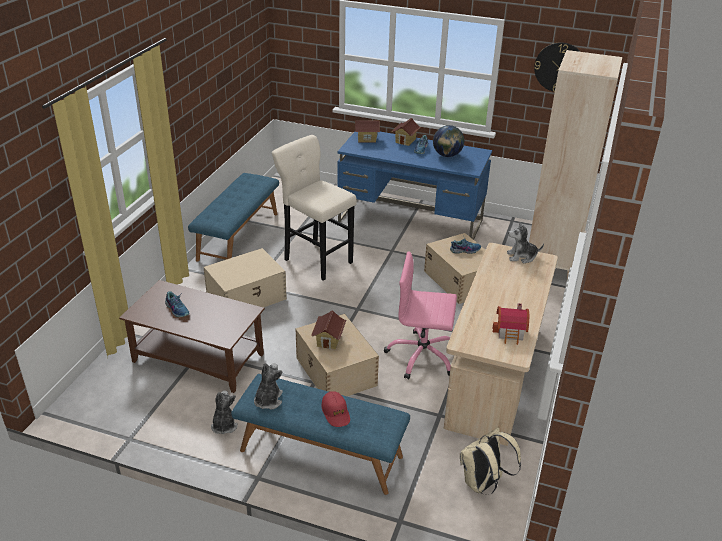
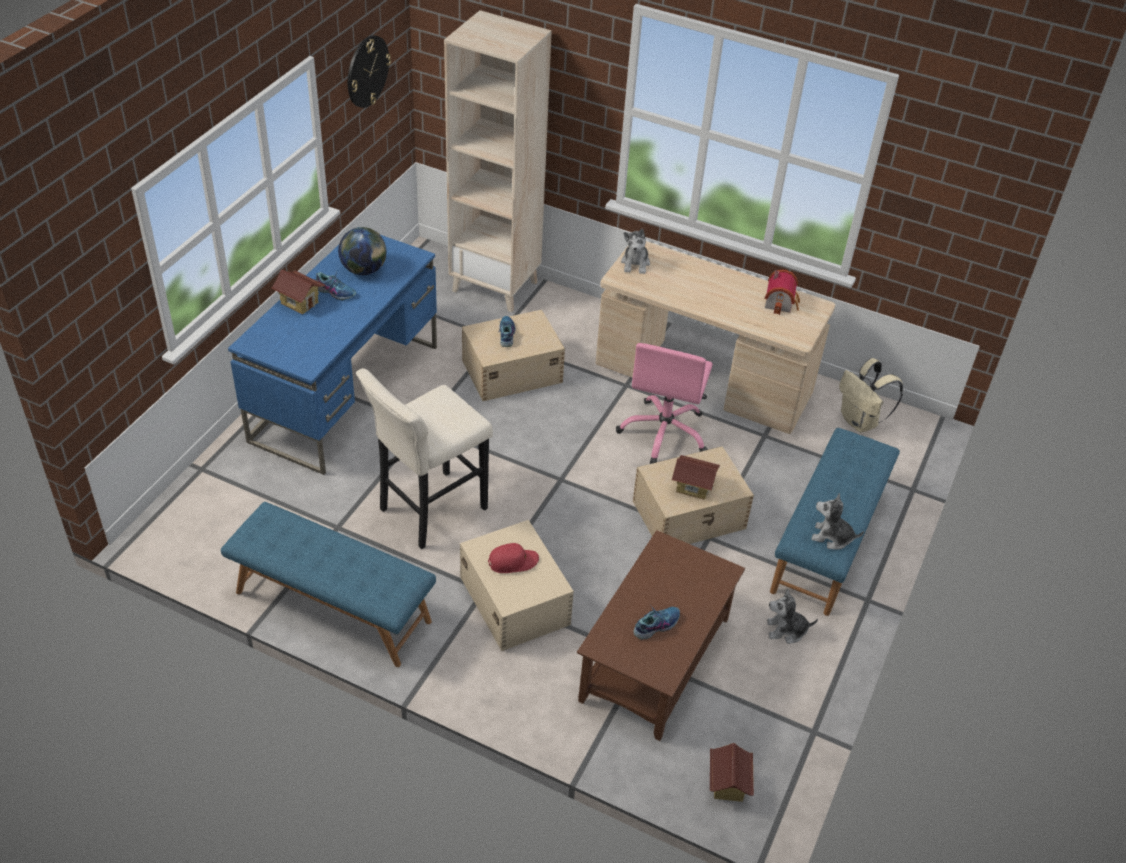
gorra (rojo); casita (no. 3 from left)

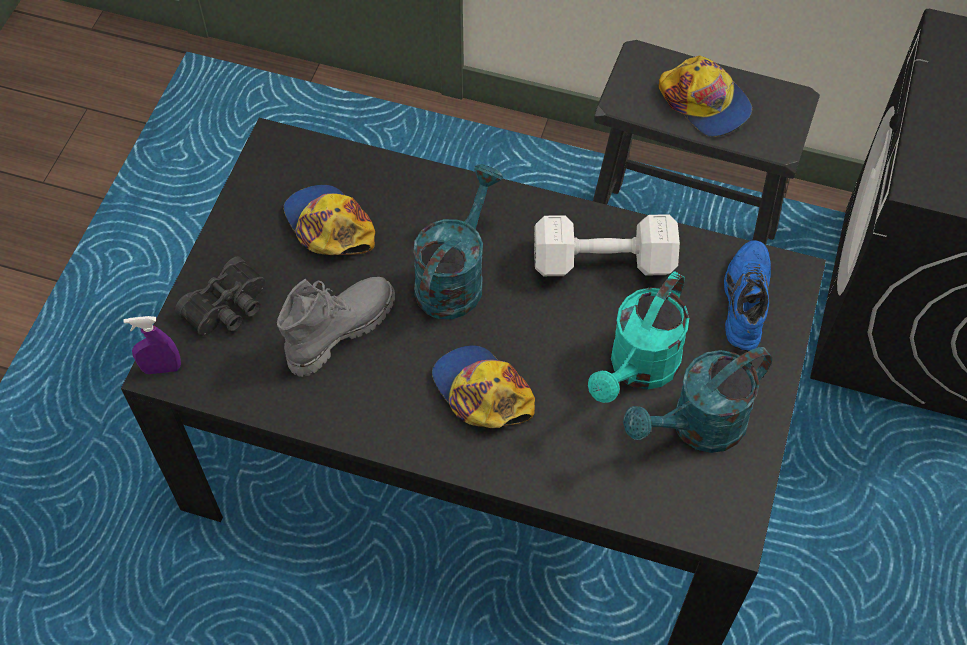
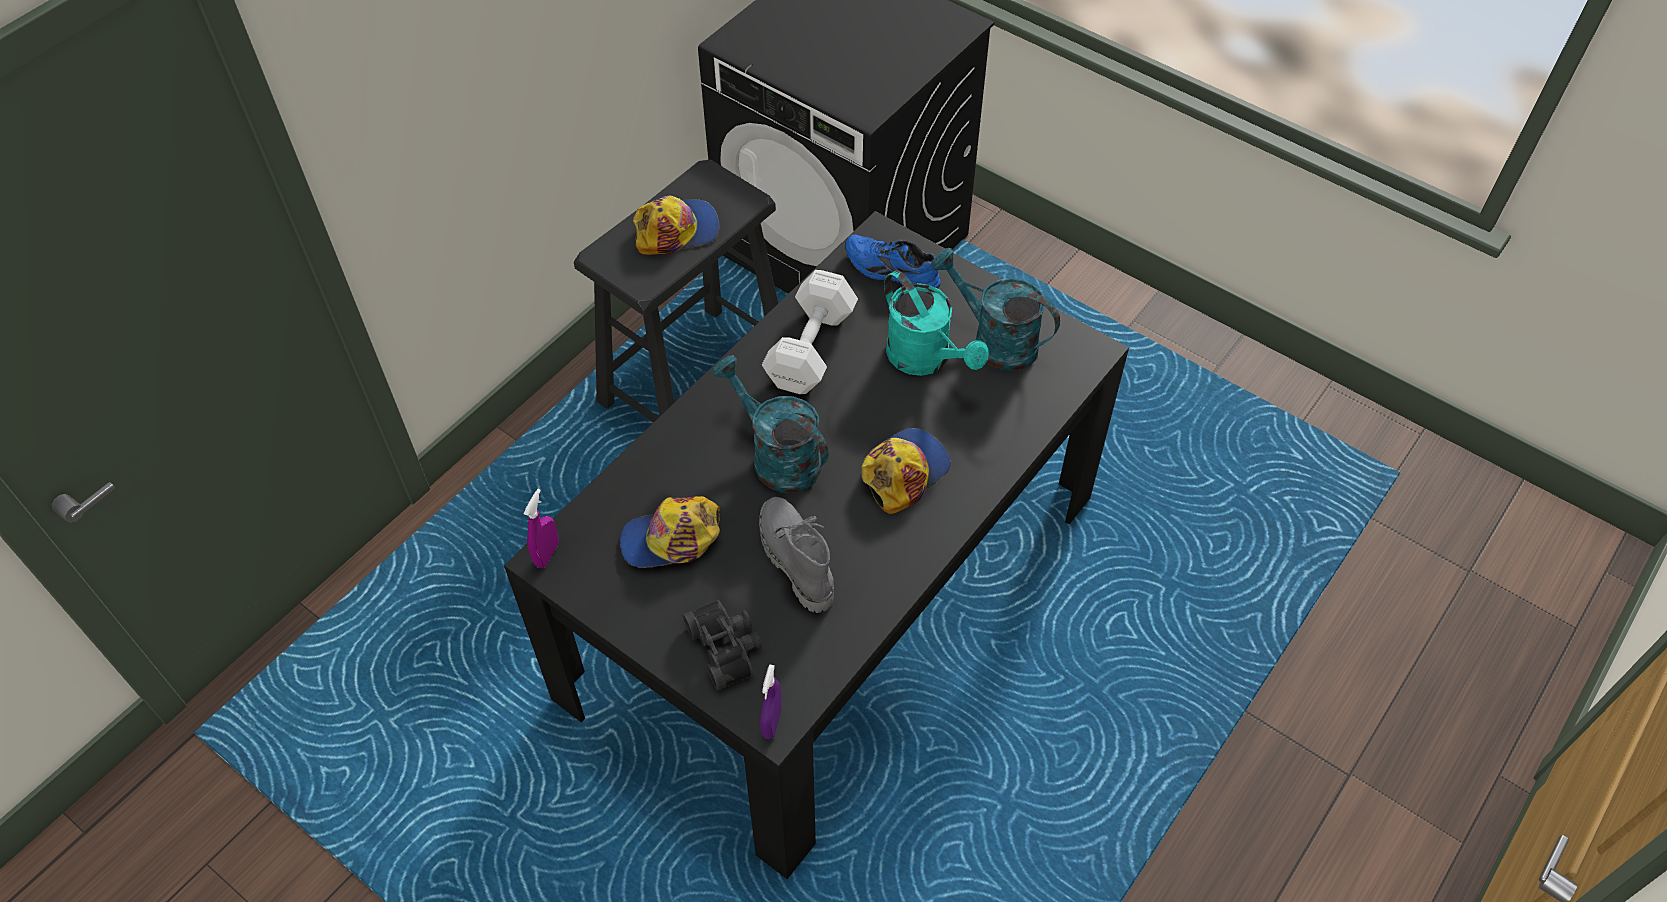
gorra (no. 3 from left); regadera (turquesa) (no. 3 from left); pulverizador (morado) (no. 1 from left)

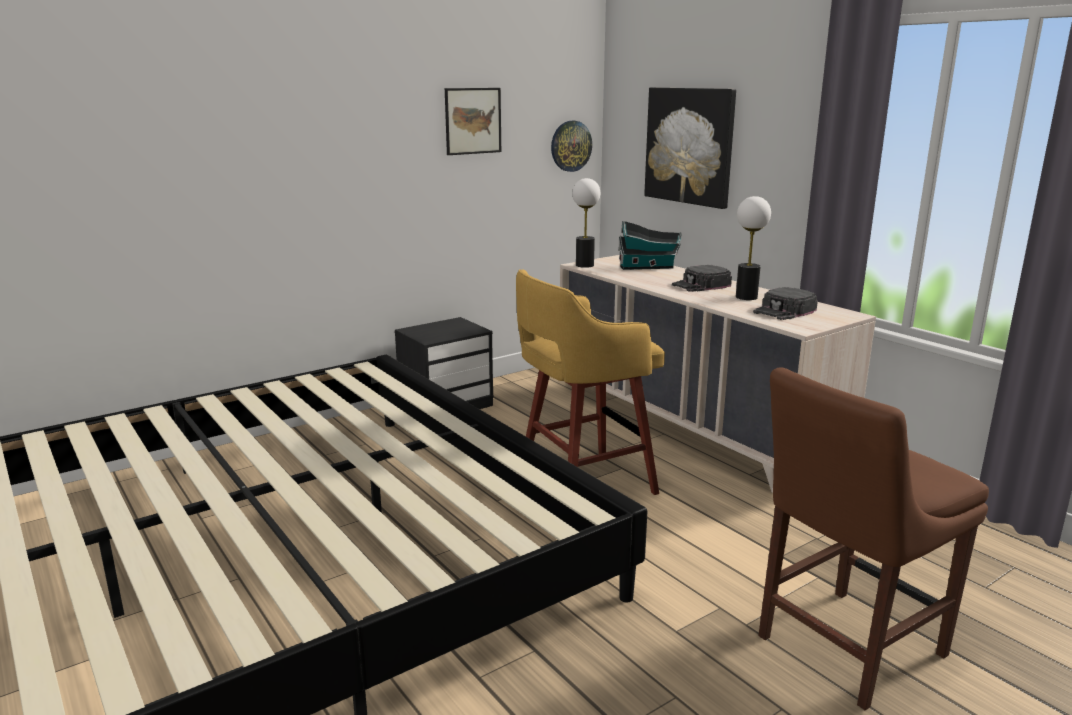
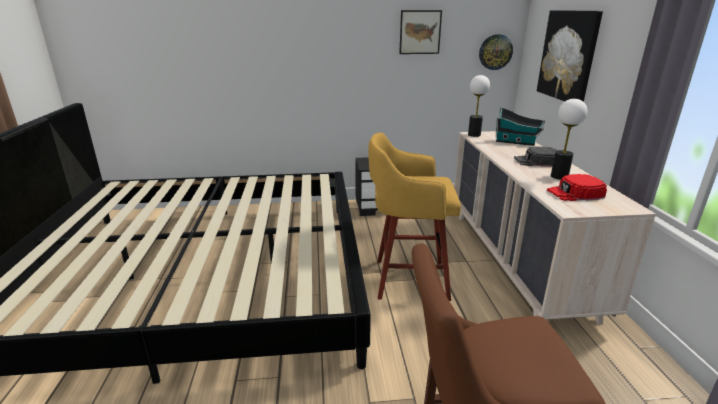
gorra (rojo)

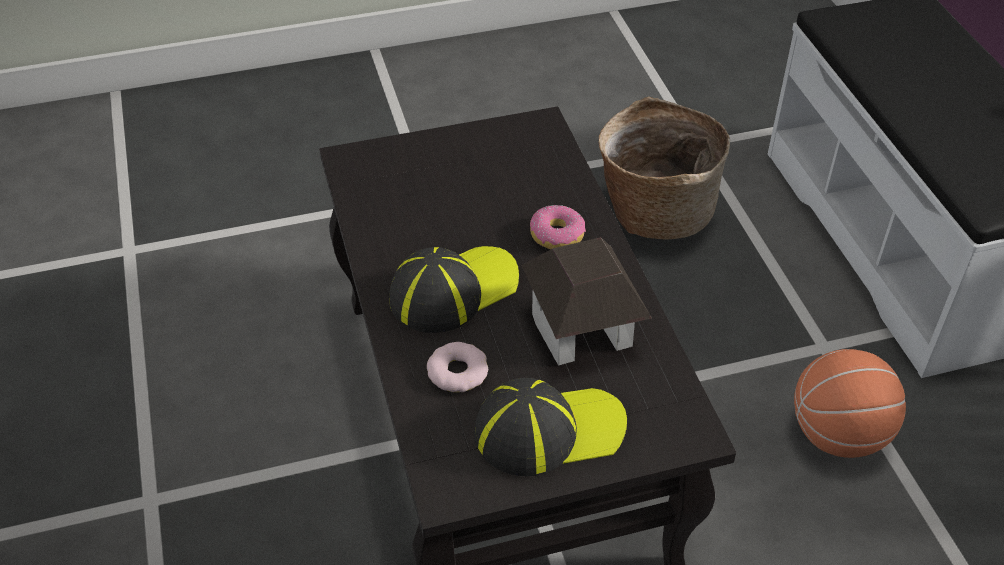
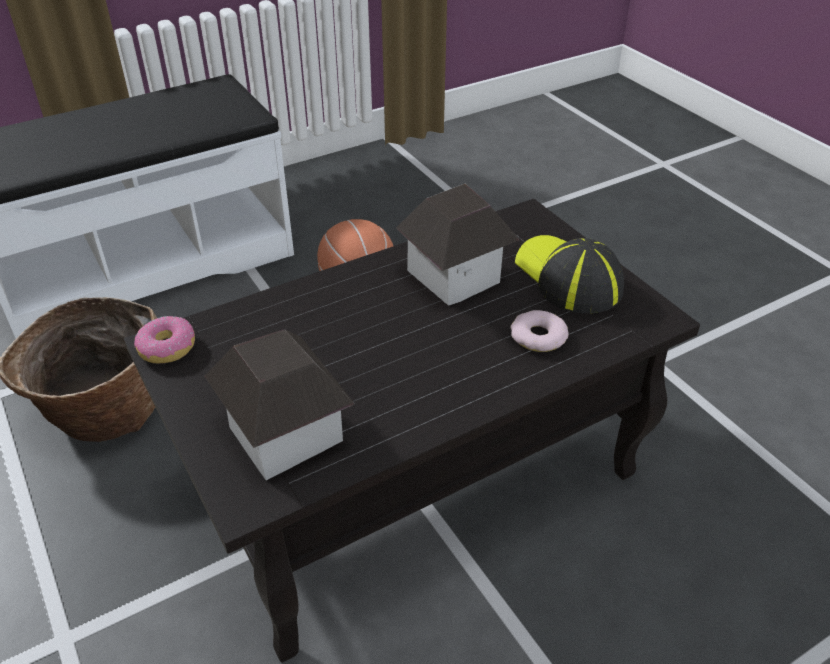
gorra (no. 1 from left in the first image); rosquilla (no. 1 from left); casita (no. 1 from left)

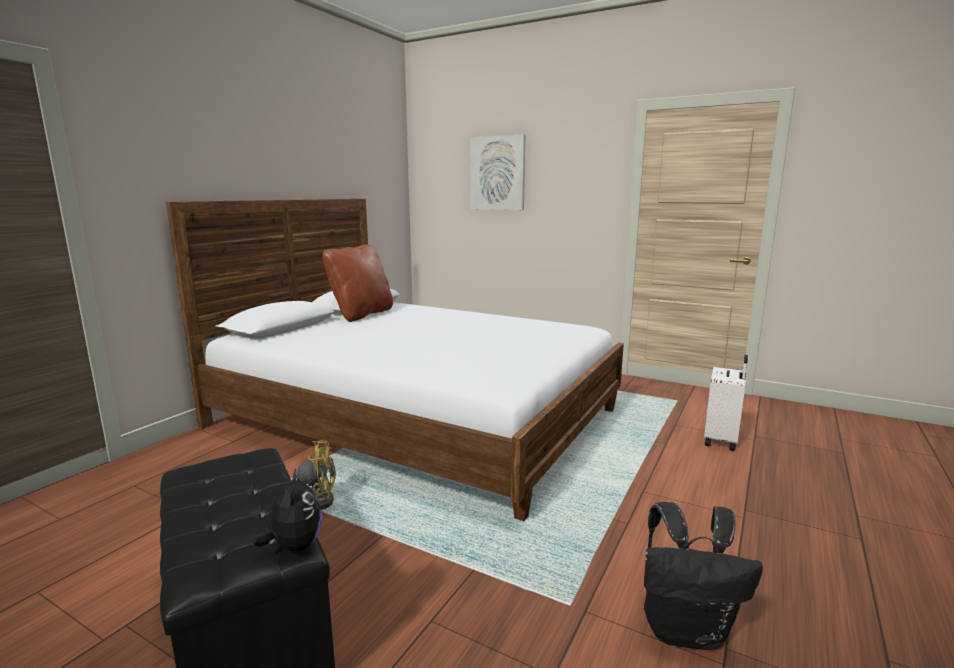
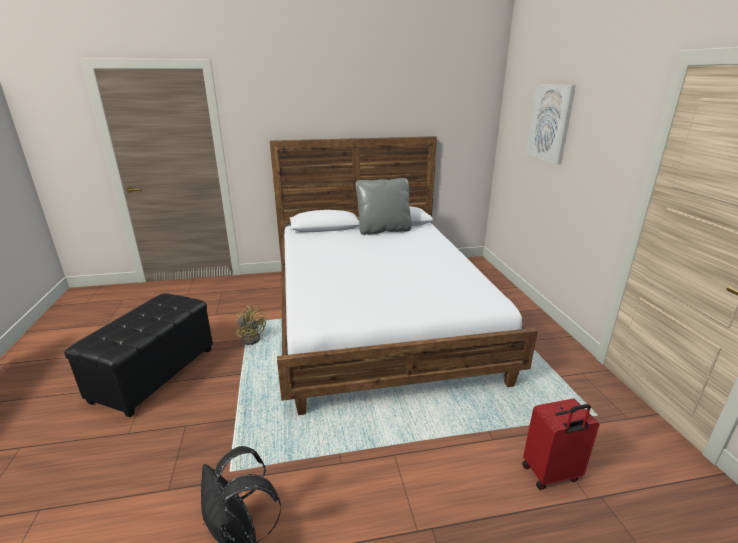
peluche; cojín (gris); maleta (rojo)

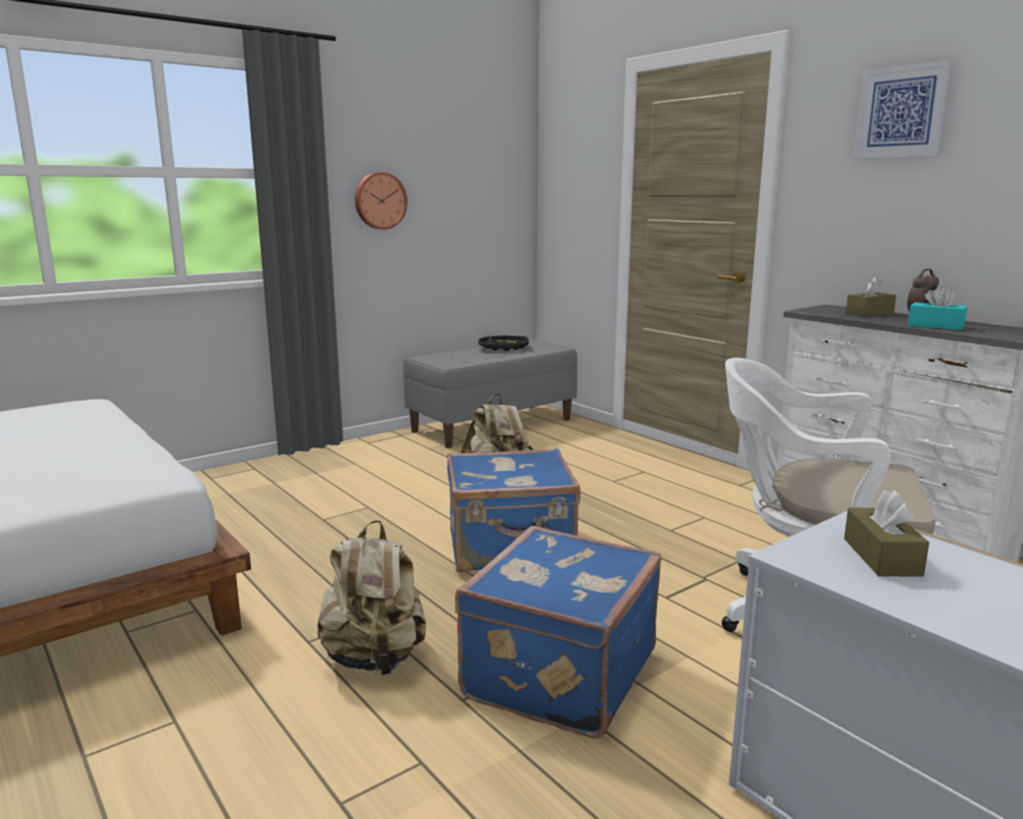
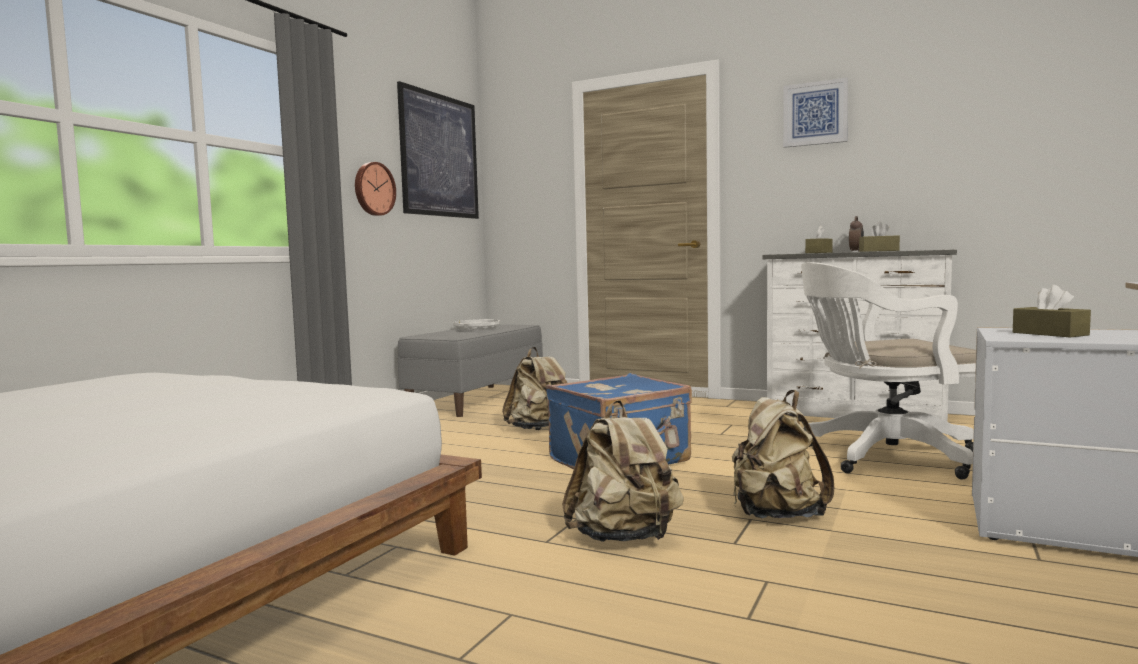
mochila (beis) (no. 3 from left); bandeja (blanco); caja de pañuelos (marrón) (no. 2 from left); cuadro (no. 1 from left)

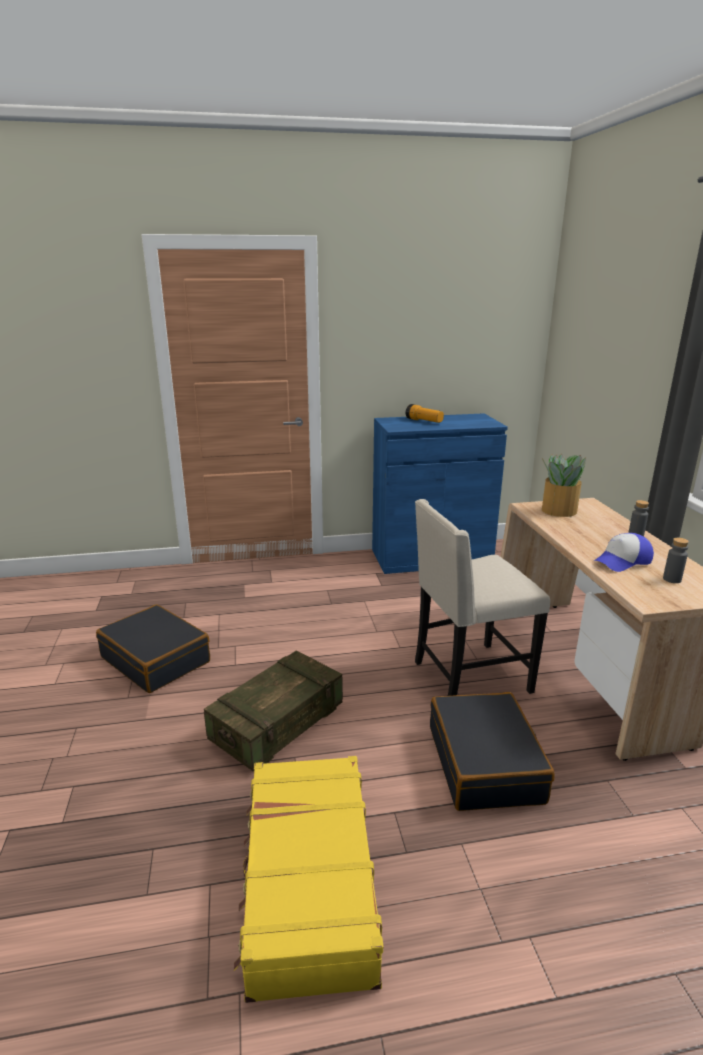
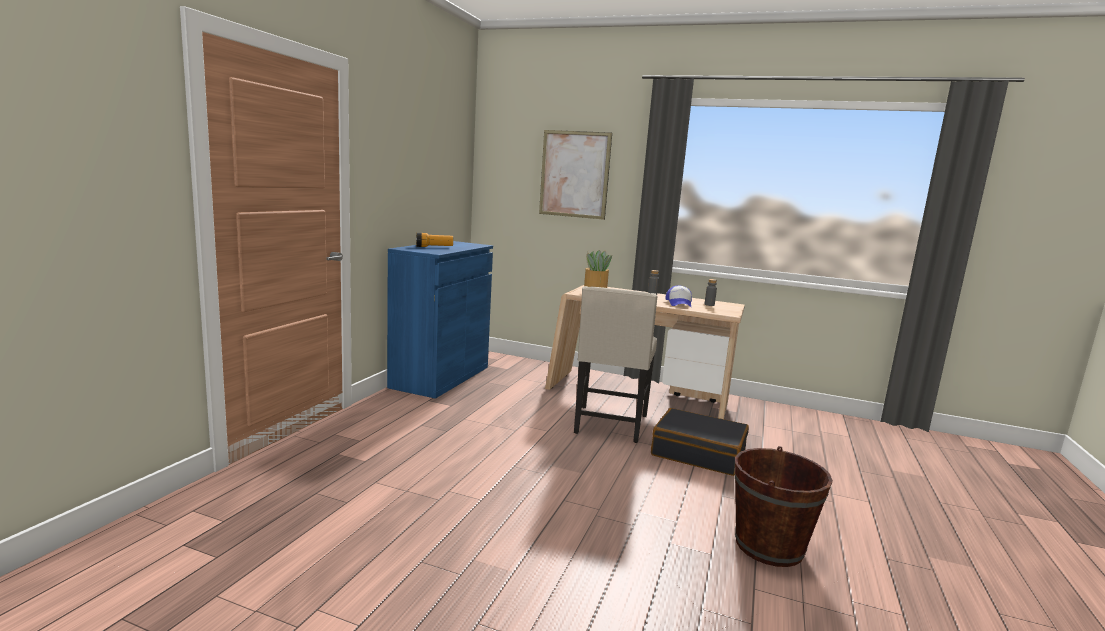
maleta (negro) (no. 1 from left in the first image); caja de embalaje; cubo (marrón); cuadro

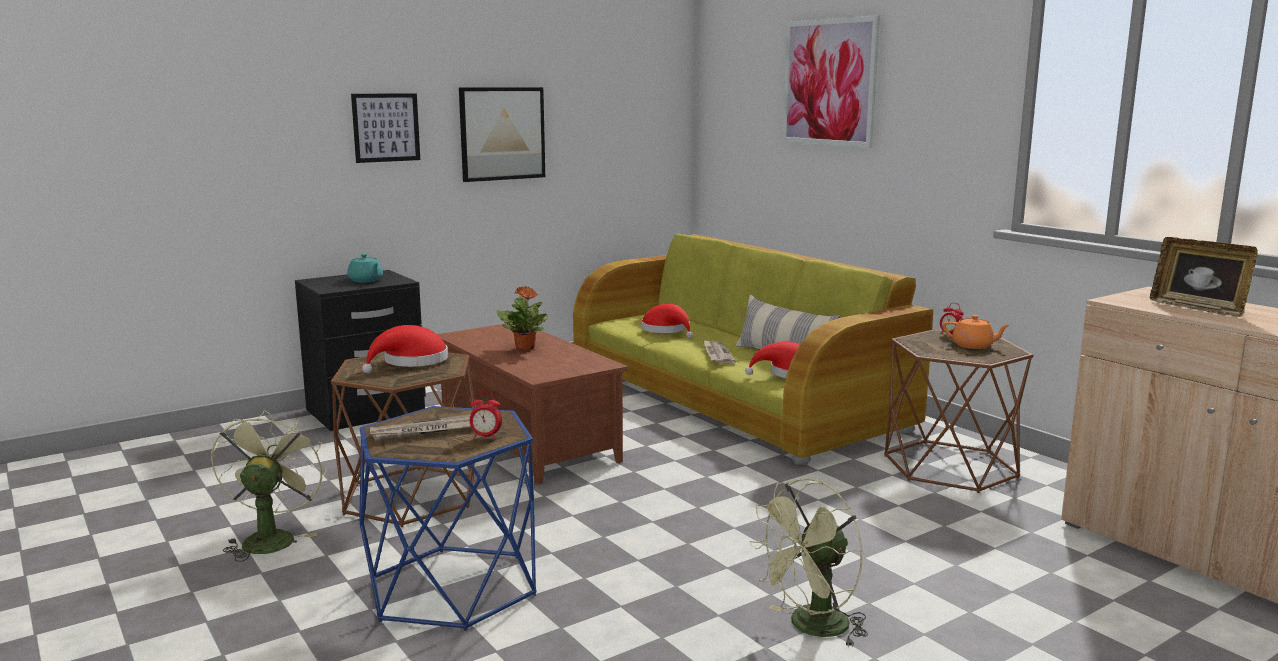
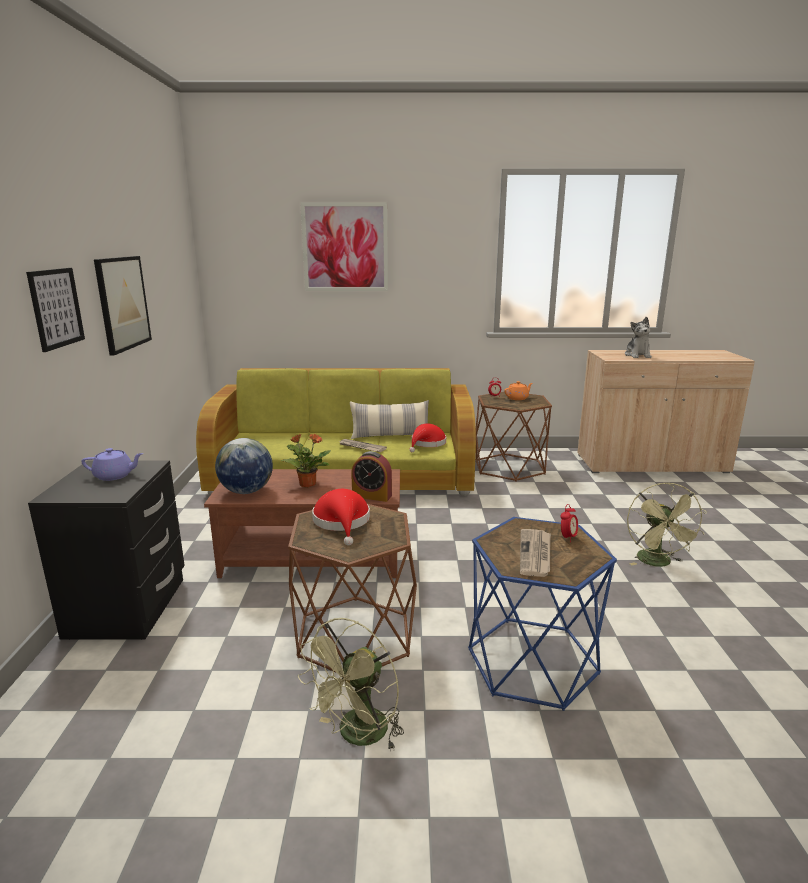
ventilador (verde) (no. 1 from left); tetera (morado); sombrero (rojo) (no. 2 from left in the first image); peluche; globo terráqueo; despertador (no. 1 from left)

